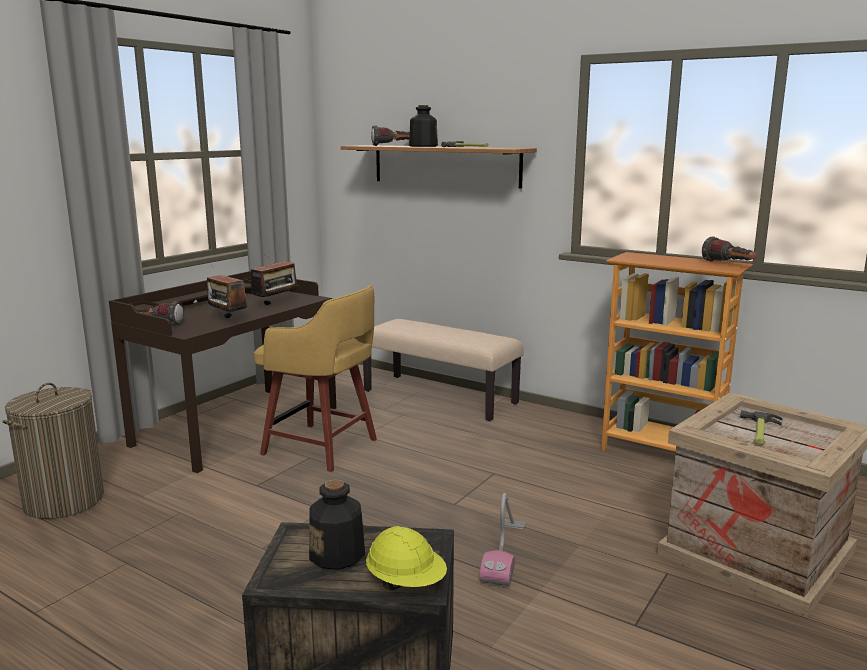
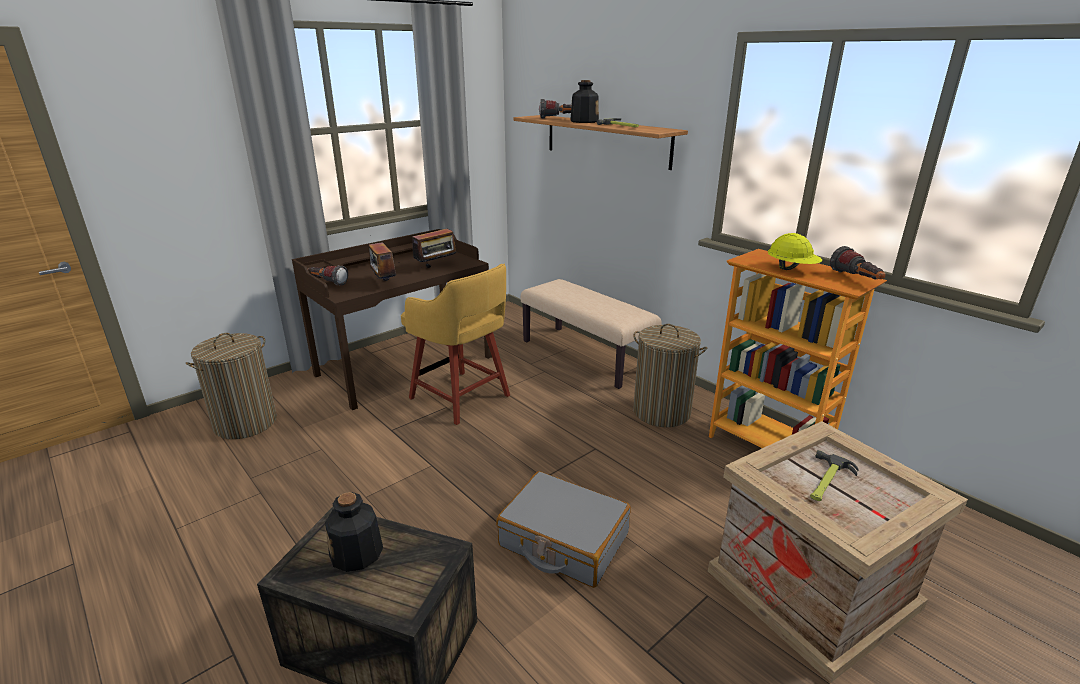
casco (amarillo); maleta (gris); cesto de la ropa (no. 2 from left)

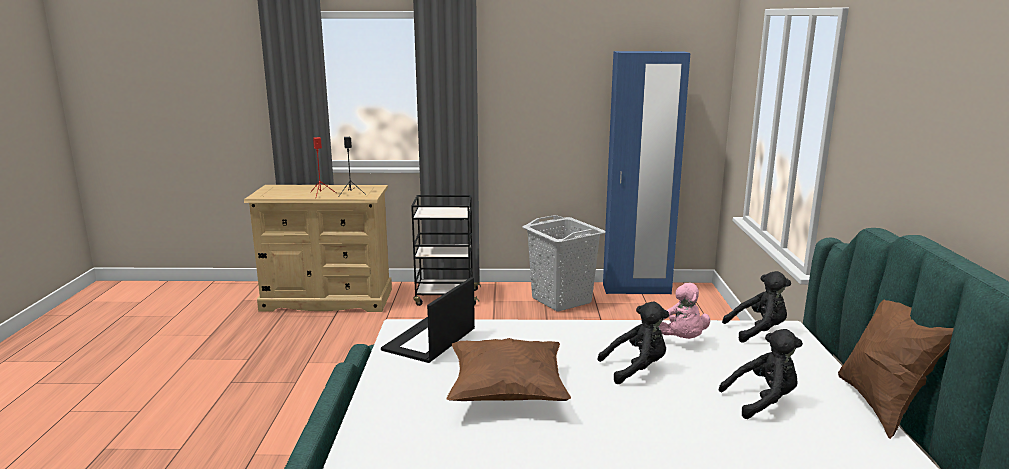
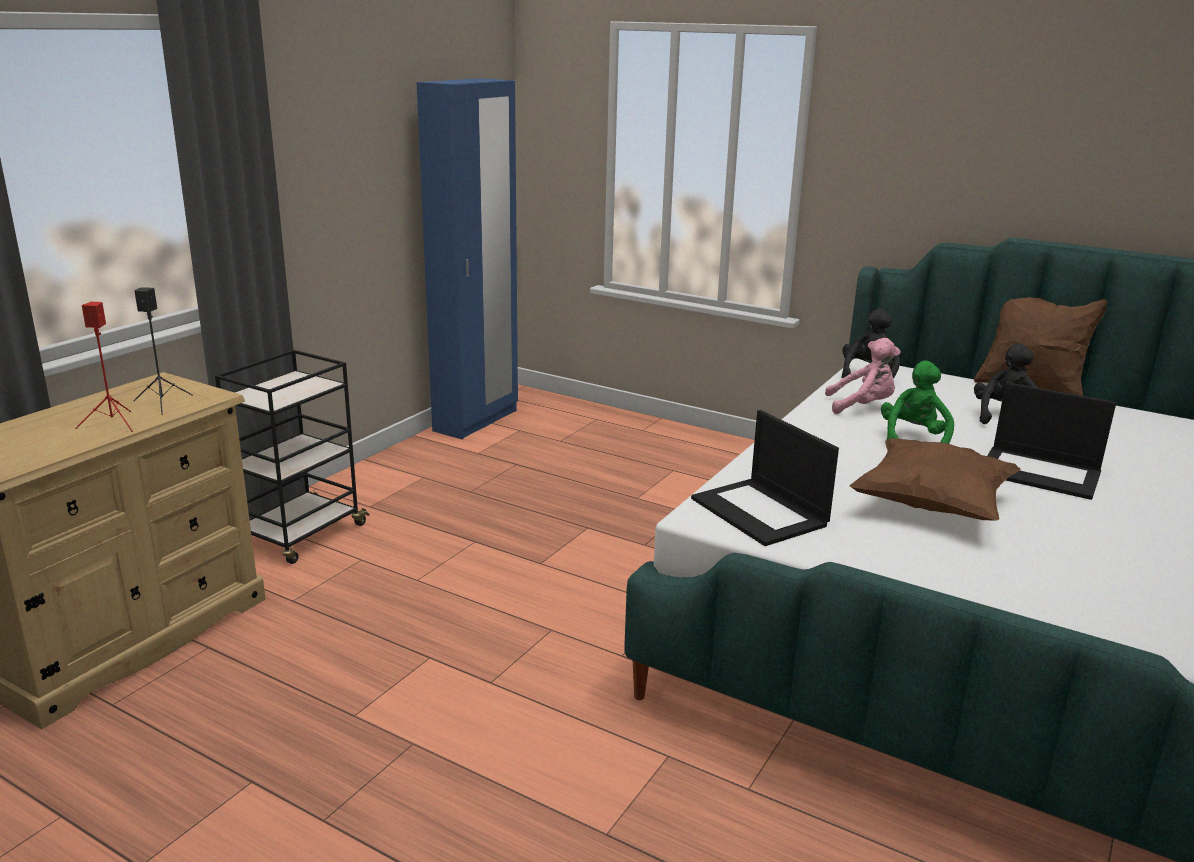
cesto de la ropa (gris); peluche (verde); portátil (no. 2 from left)

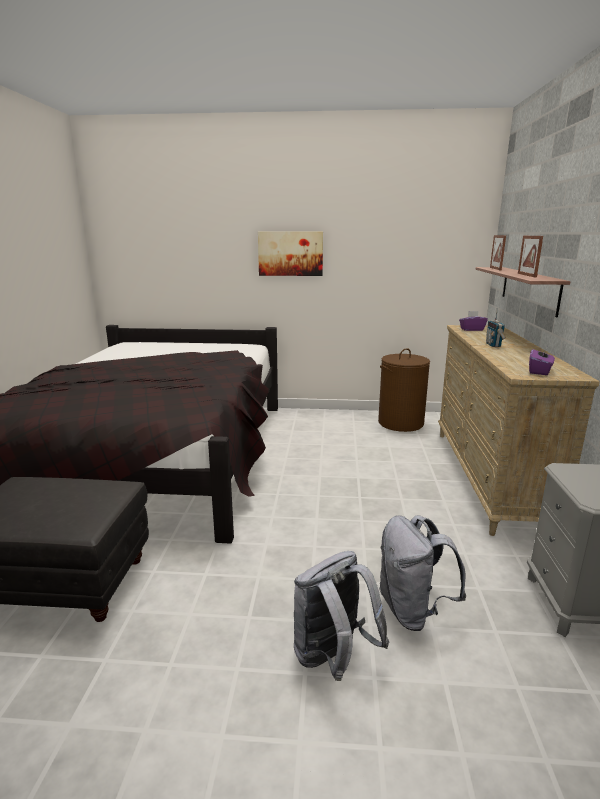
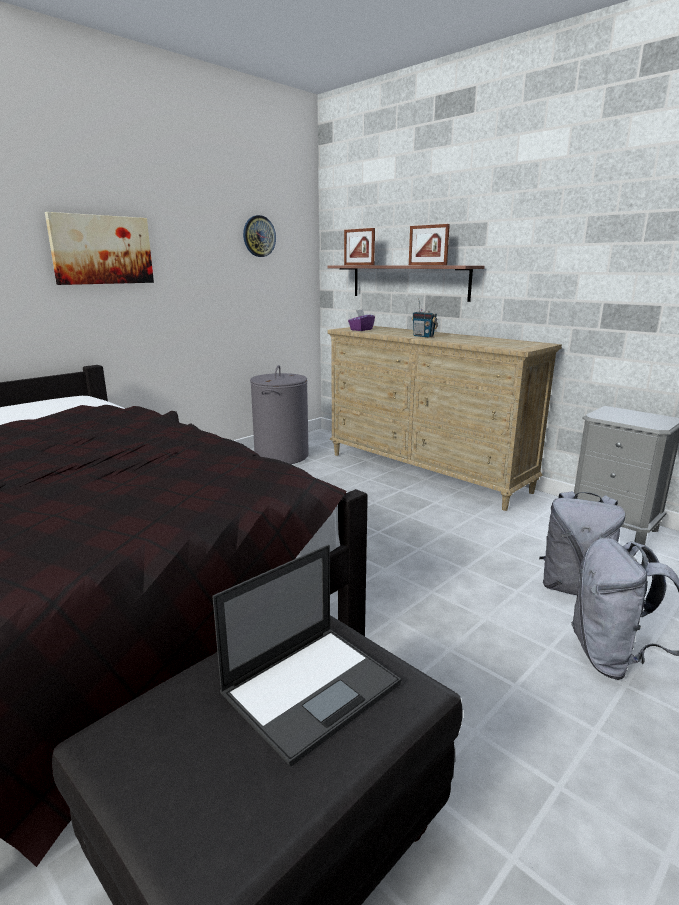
cesto de la ropa (gris); caja de pañuelos (morado) (no. 2 from left in the first image); portátil; reloj de pared

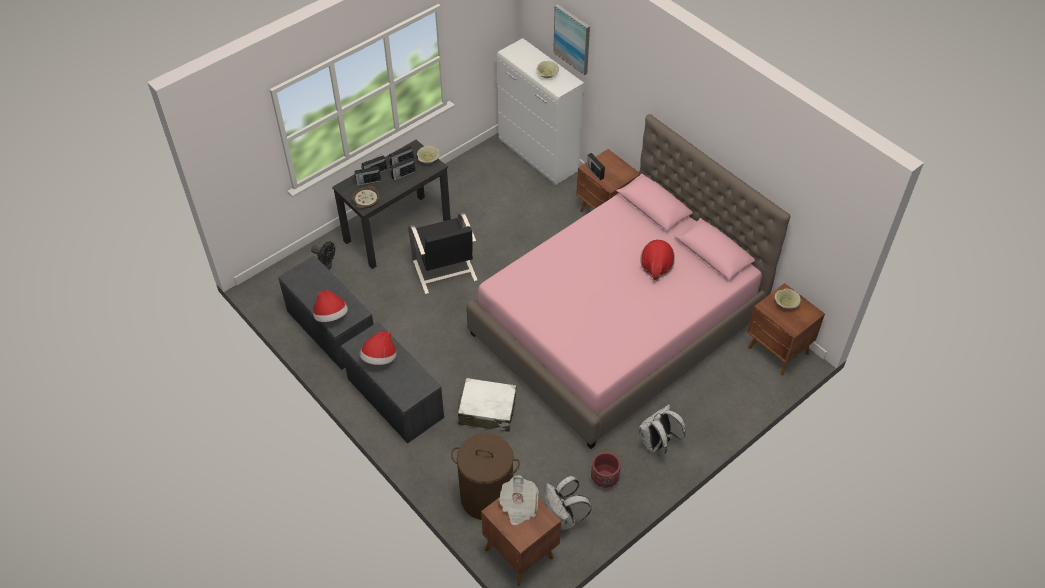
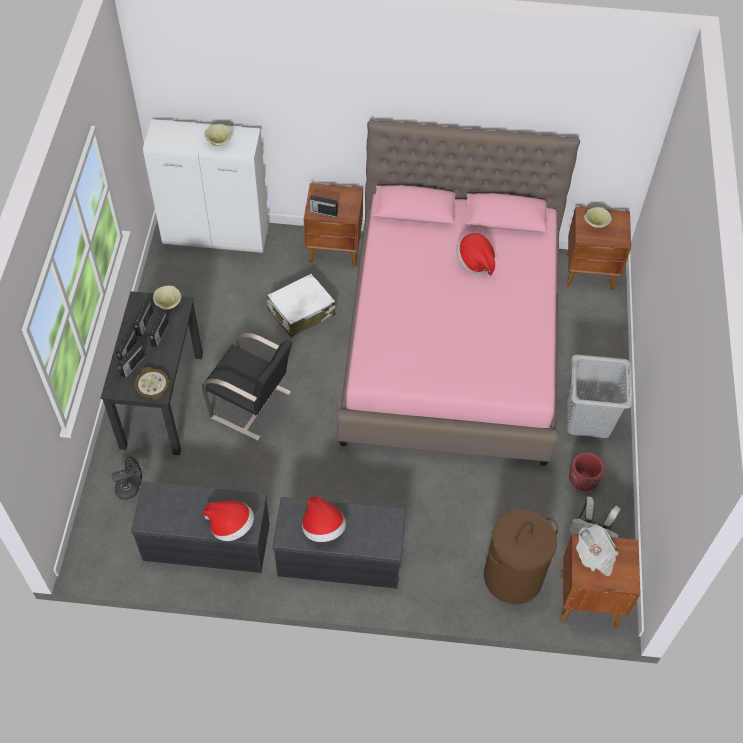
maleta (blanco); cuadro; cesto de la ropa (gris)

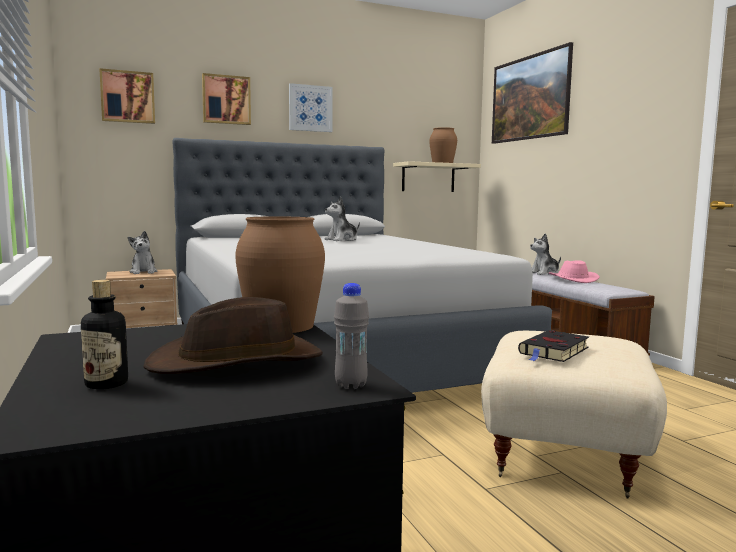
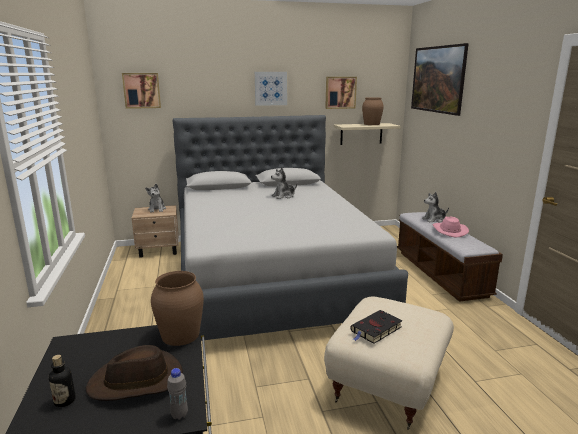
cuadro (no. 3 from left)

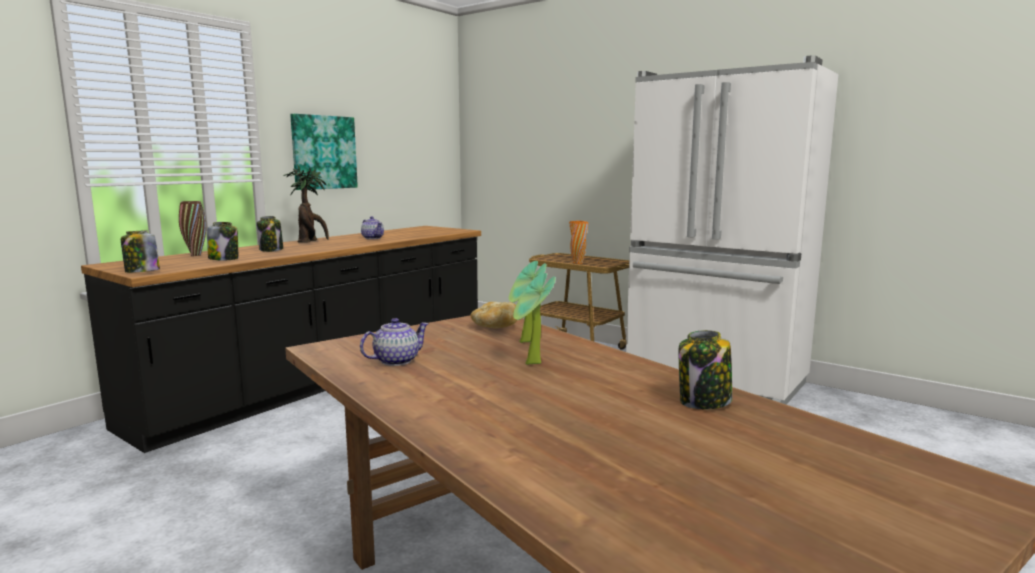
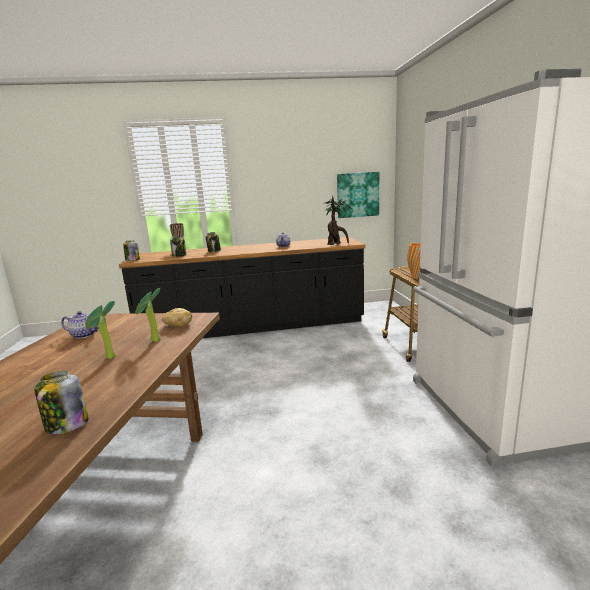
planta en maceta (no. 3 from left); cuadro

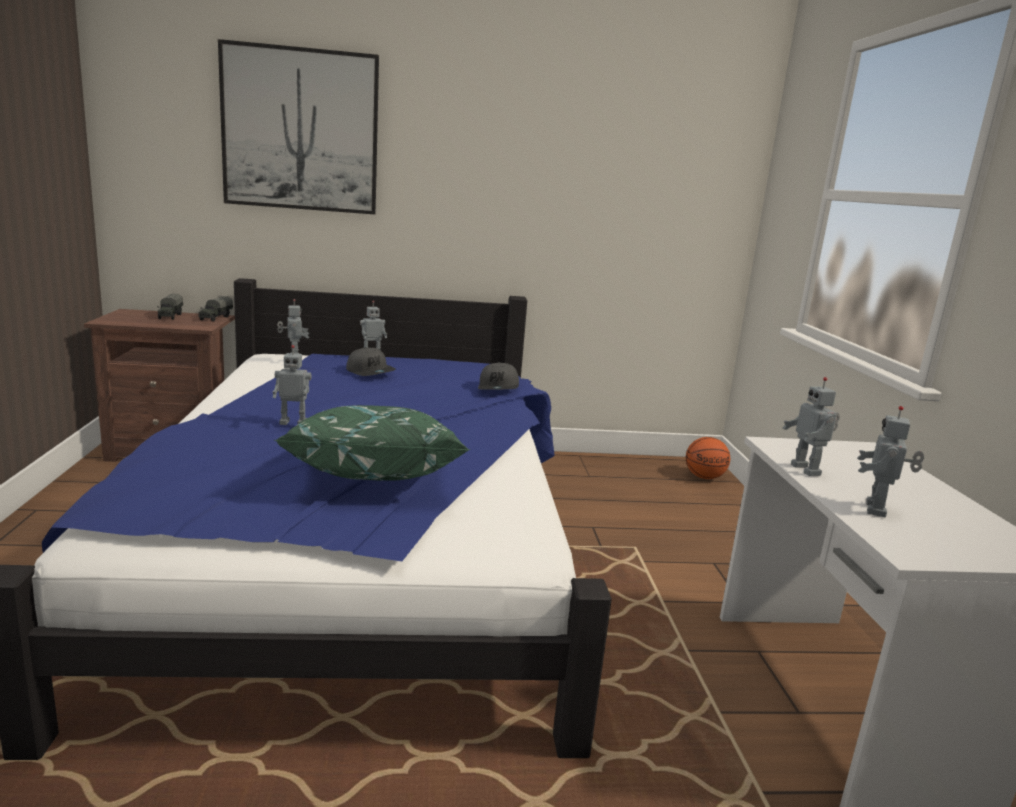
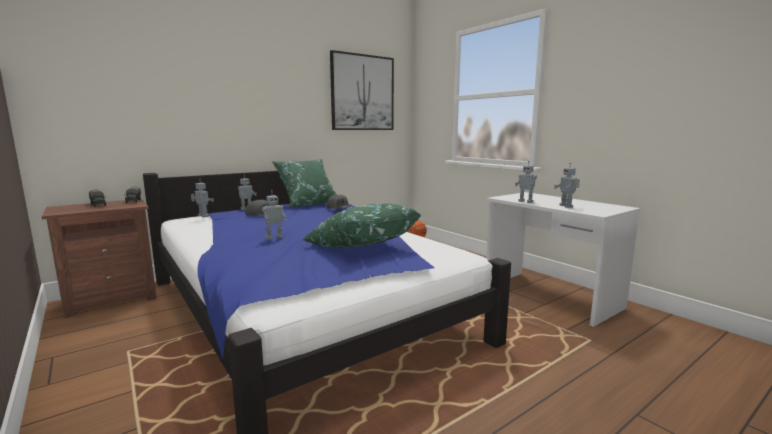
cuadro; cojín (verde) (no. 1 from left)

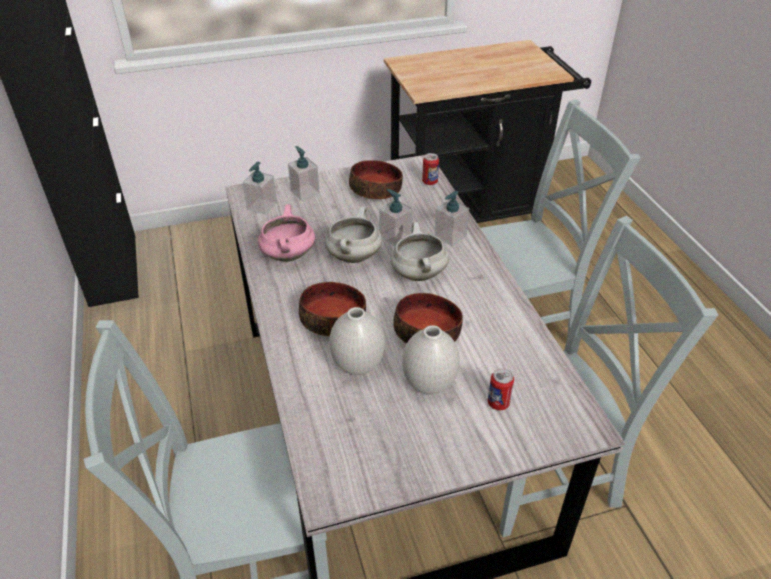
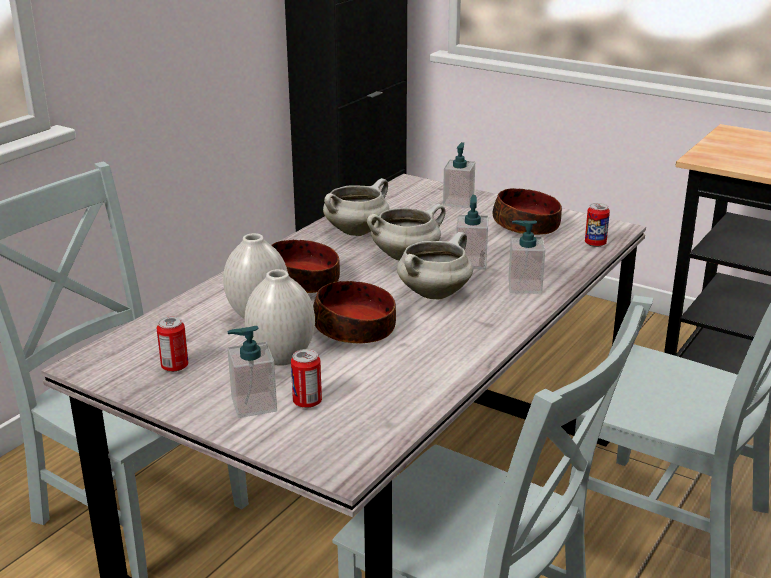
dispensador de jabón (no. 1 from left); olla (blanco) (no. 1 from left); lata (no. 1 from left)

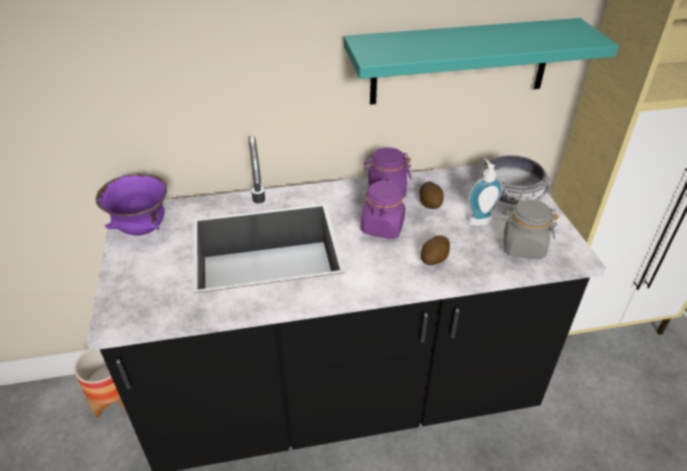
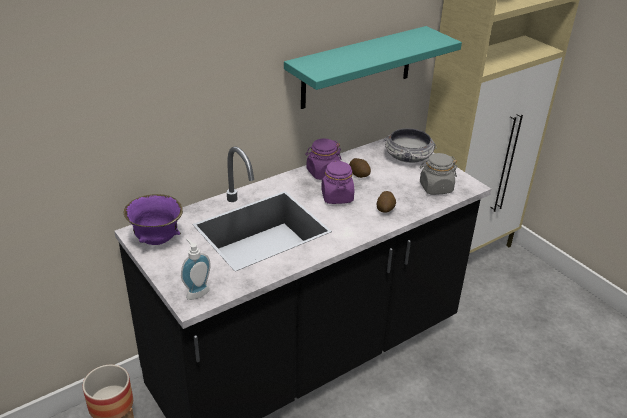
dispensador de jabón

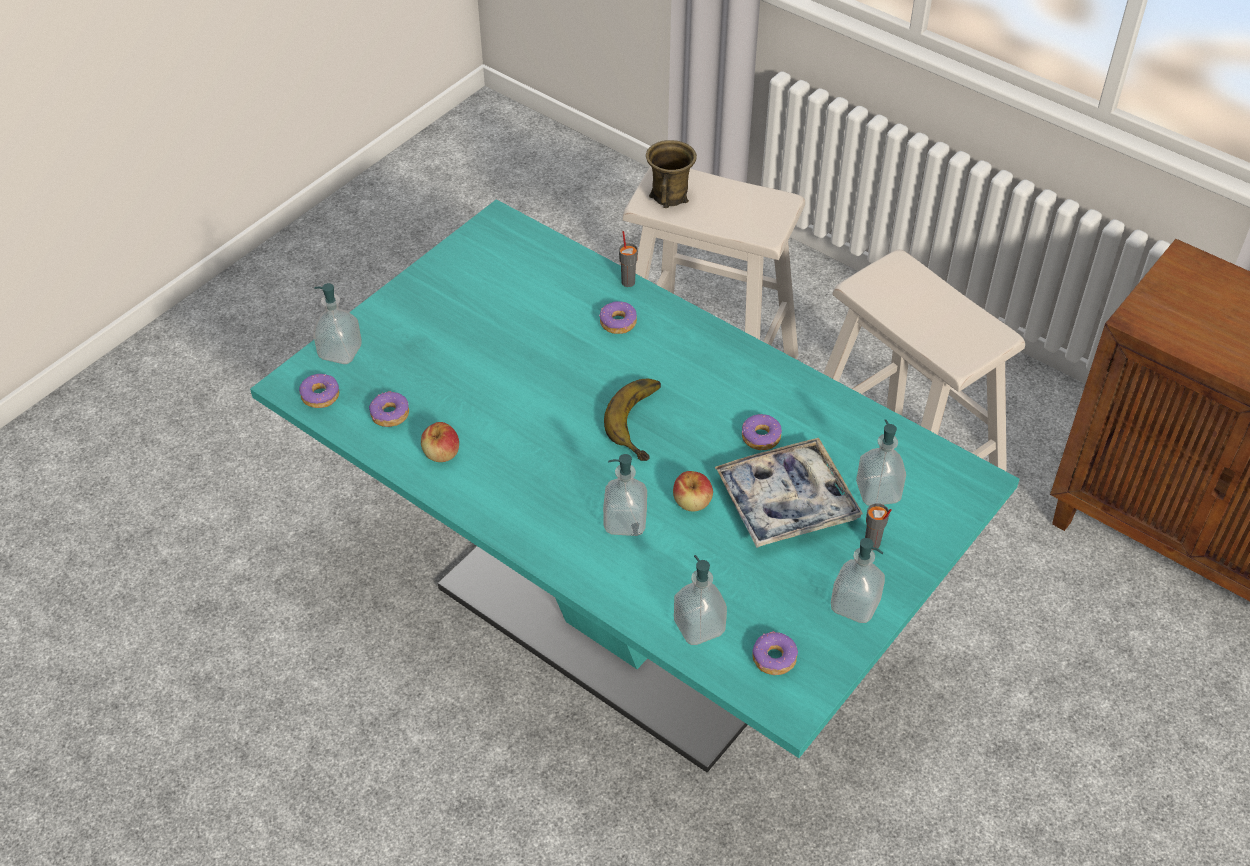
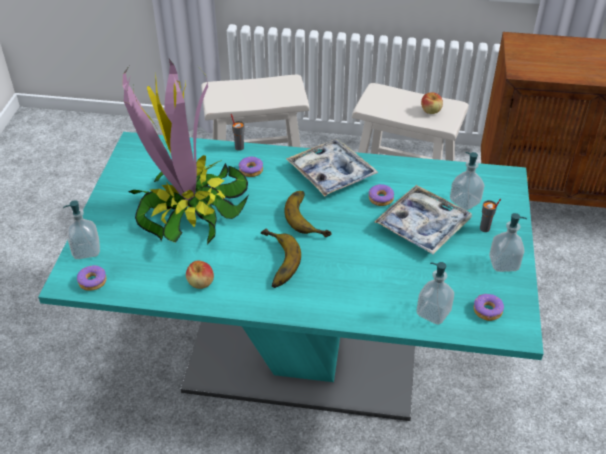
rosquilla (no. 2 from left in the first image); dispensador de jabón (no. 2 from left in the first image); taza grande (marrón); manzana (no. 2 from left); planta en maceta; plátano (no. 1 from left); bandeja (no. 1 from left)

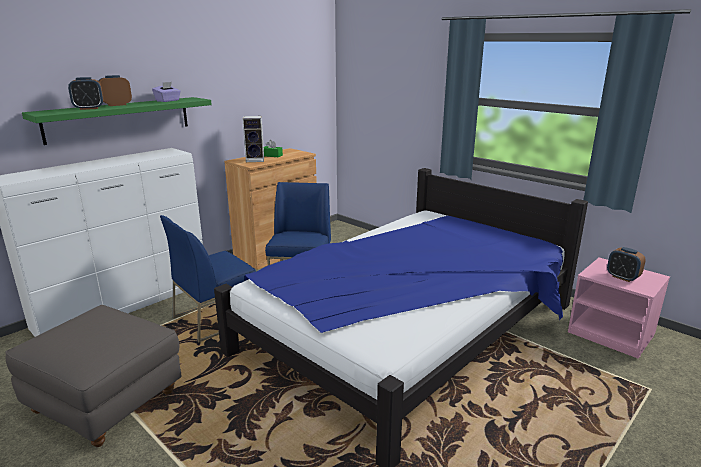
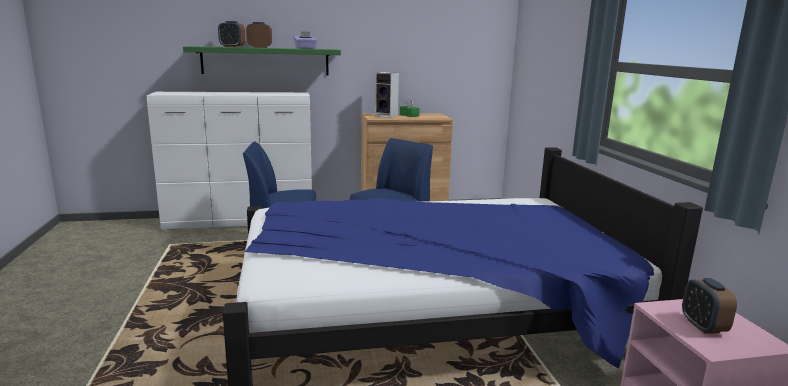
puf (gris)

